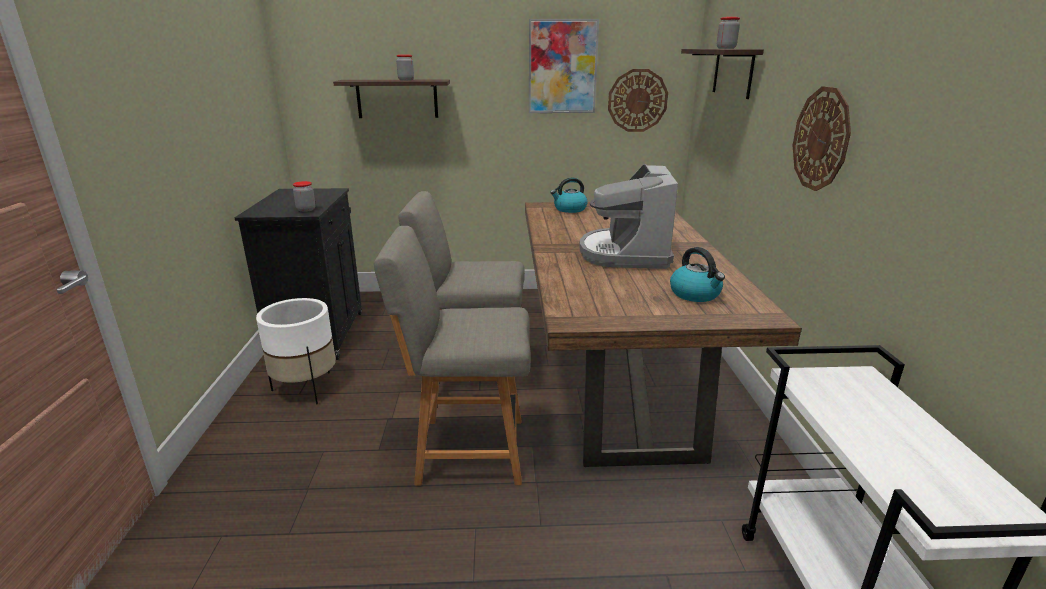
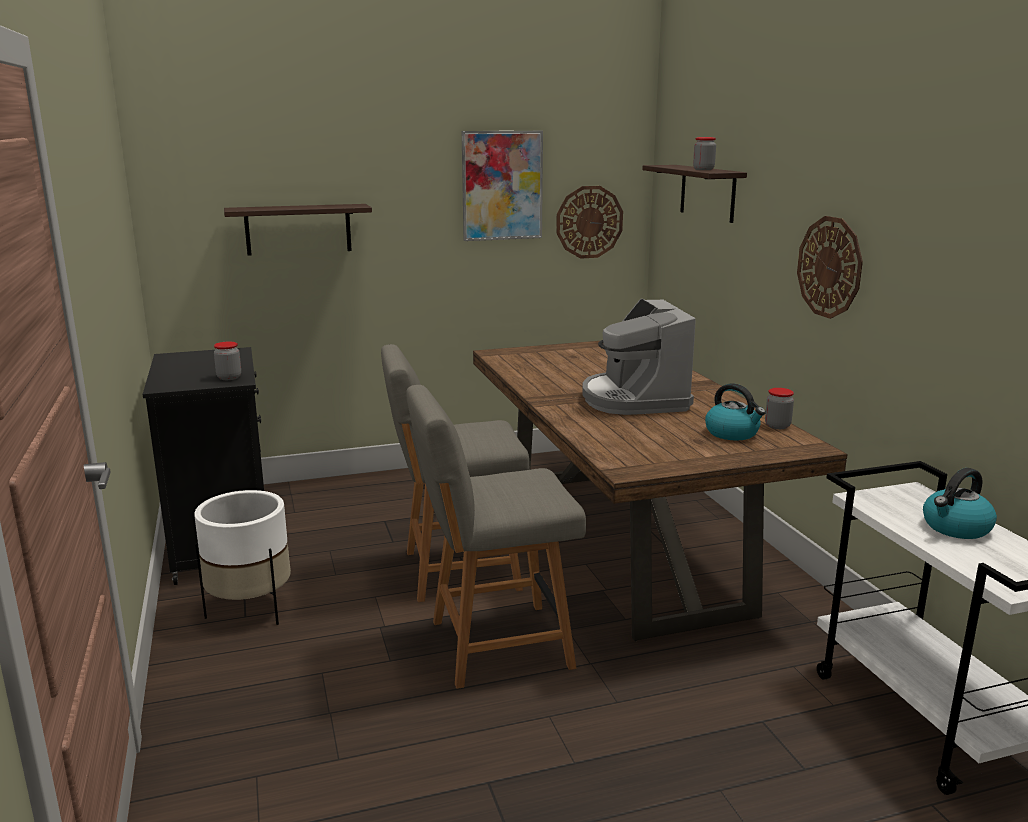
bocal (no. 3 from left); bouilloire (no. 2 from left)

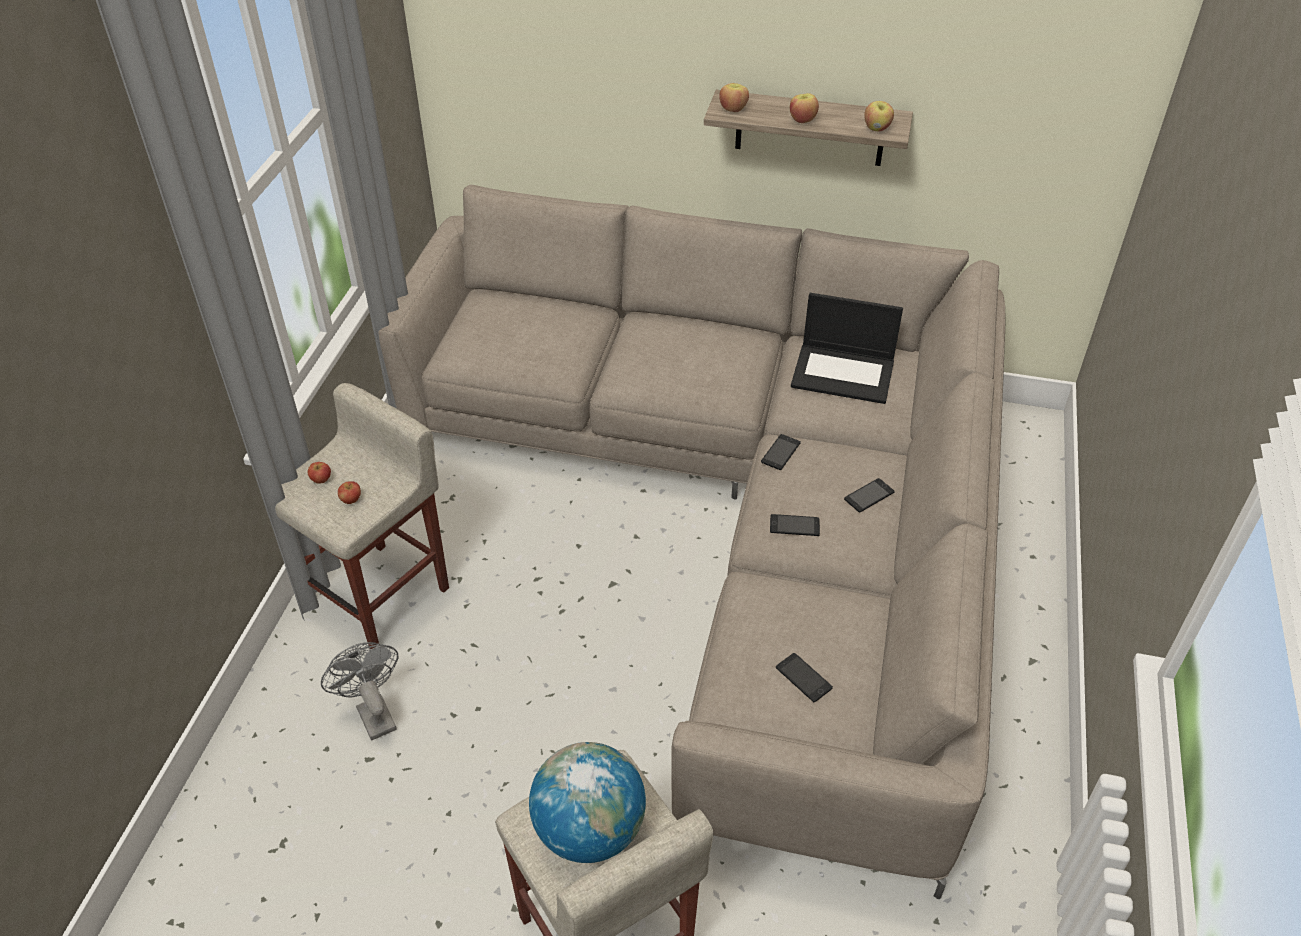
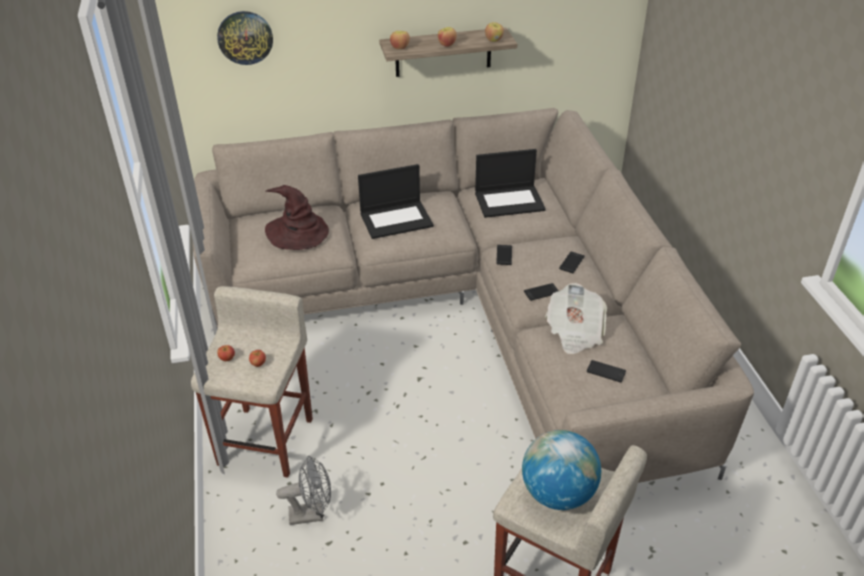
ventilateur [gris]; horloge murale; ordinateur portable (no. 1 from left); chapeau [marron]; journal

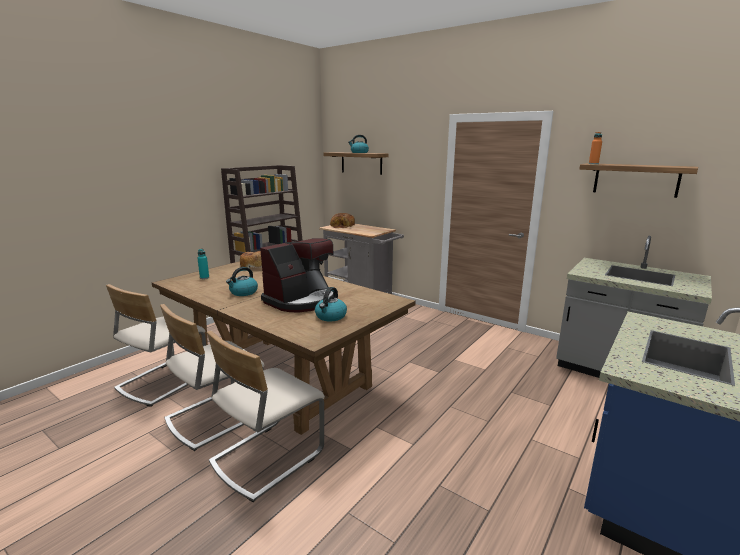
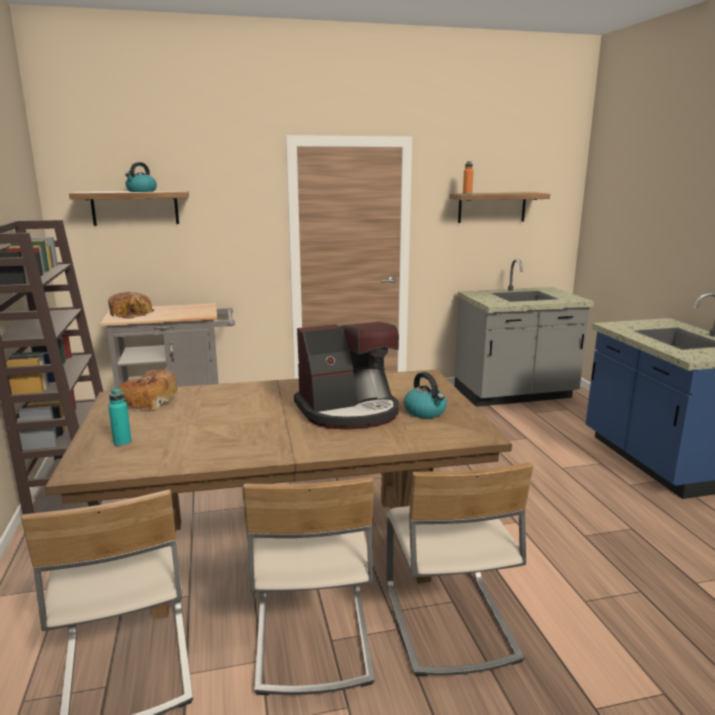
machine à café; bouilloire (no. 1 from left in the first image)

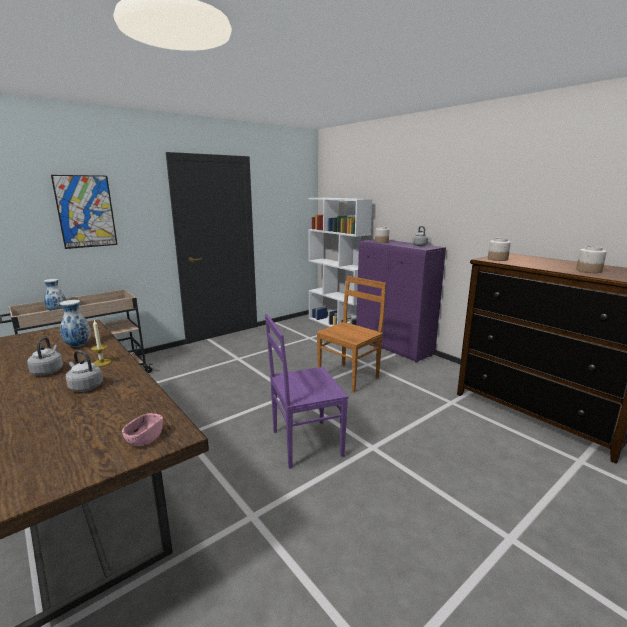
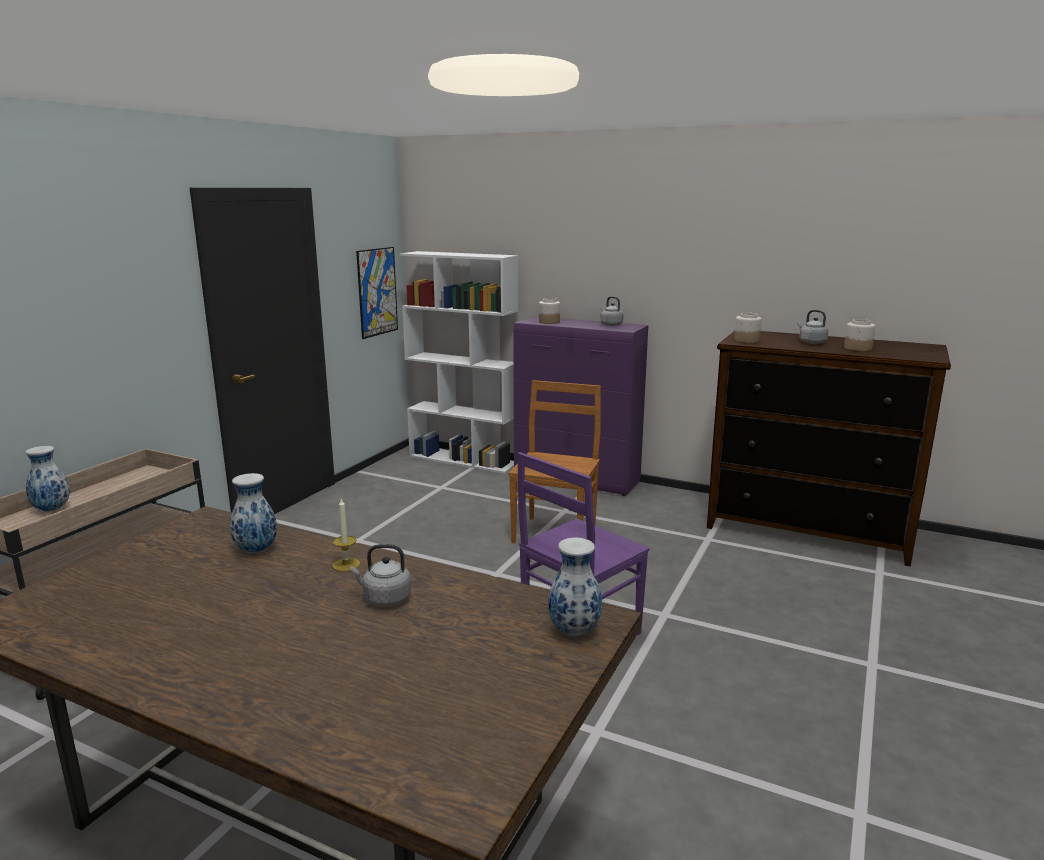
tableau; bouilloire [gris] (no. 3 from left); vase (no. 3 from left)

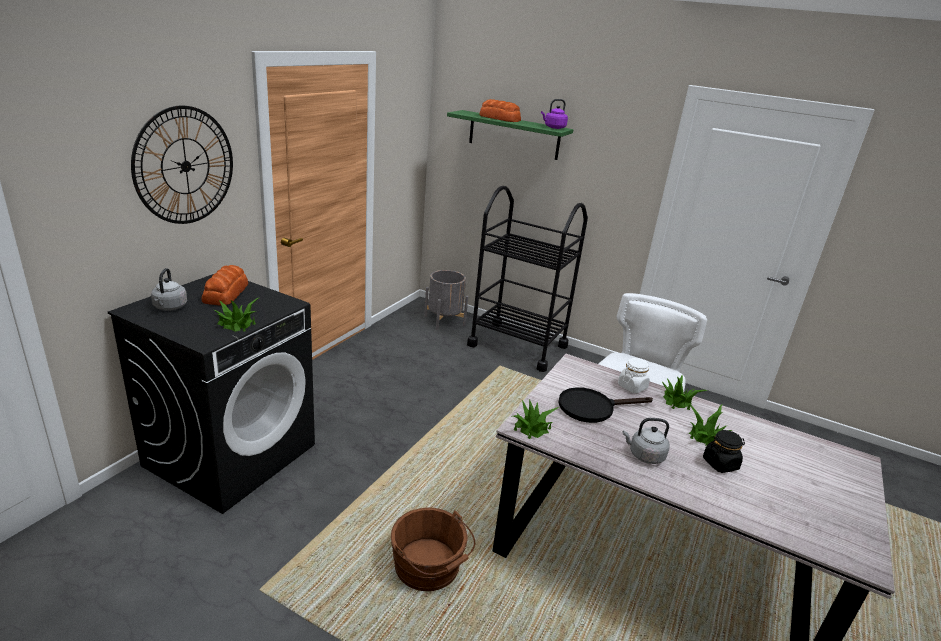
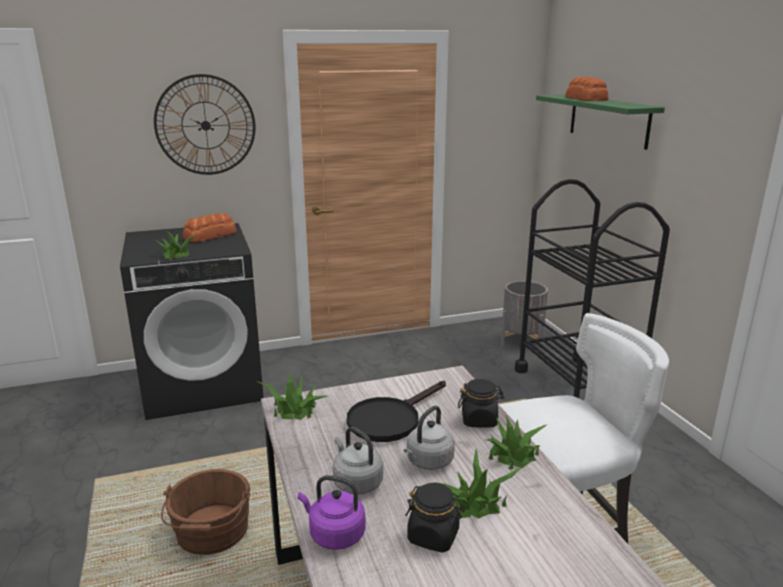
bouilloire [violet]; bouilloire [gris] (no. 2 from left); bocal [noir] (no. 2 from left); poêle [noir]

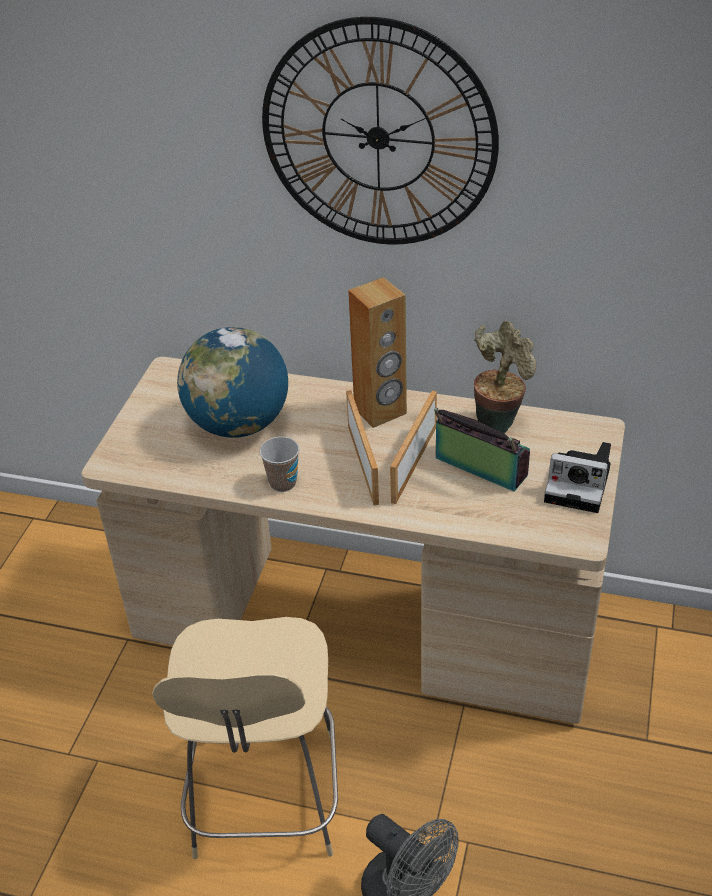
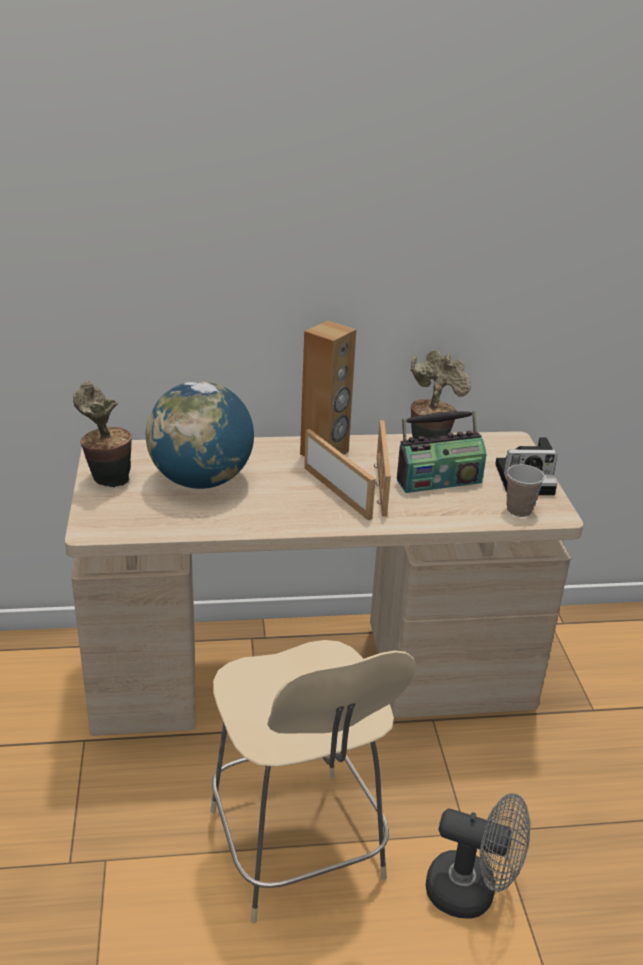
horloge murale; radio; tasse; plante en pot (no. 1 from left)

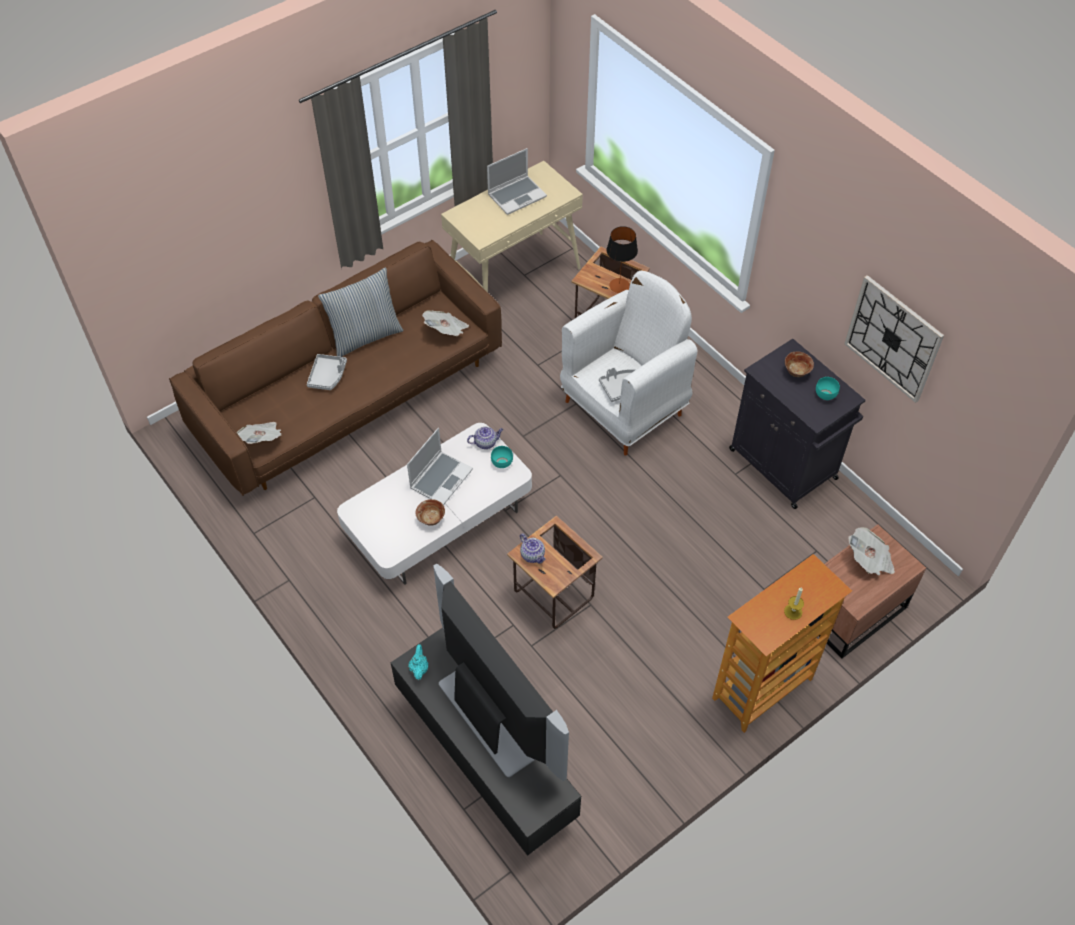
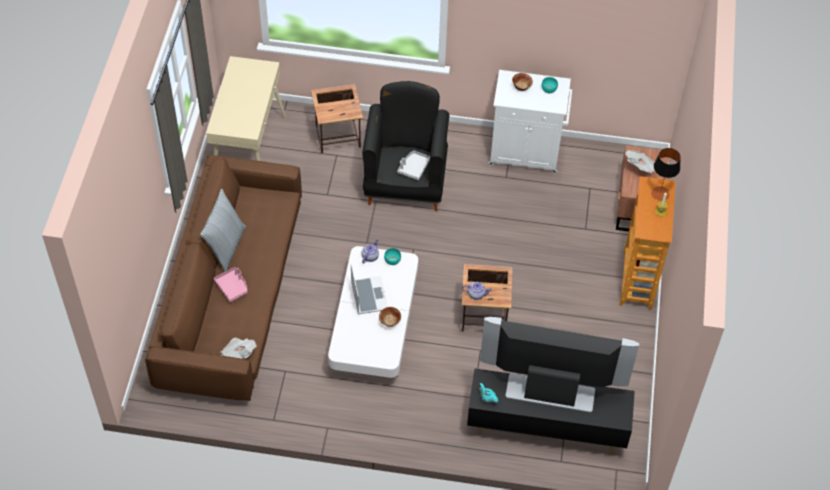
ordinateur portable (no. 2 from left in the first image); lampe de table; fauteuil [noir]; horloge murale; journal (no. 2 from left in the first image); meuble de rangement [blanc]; plateau [rose]

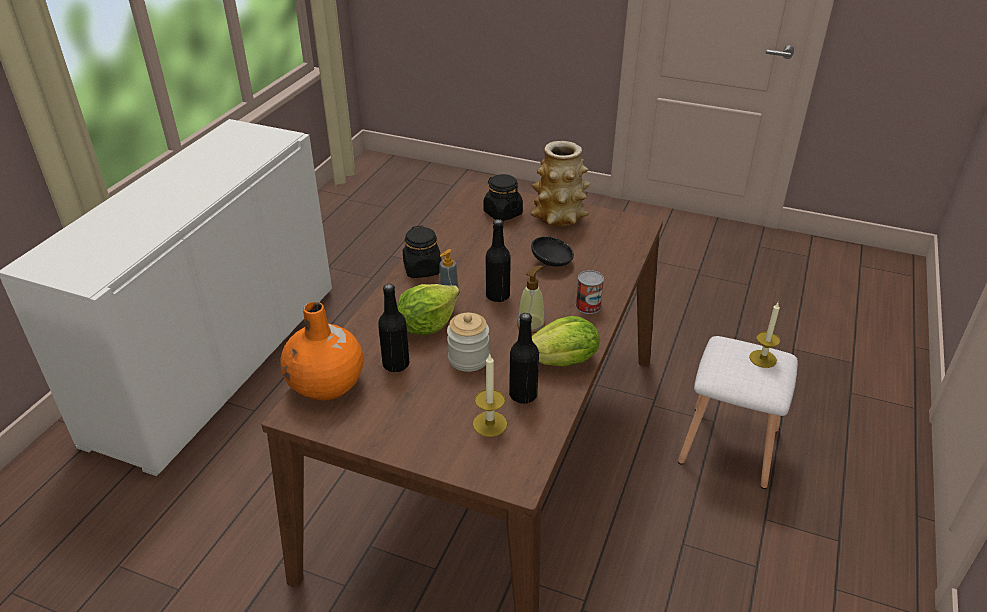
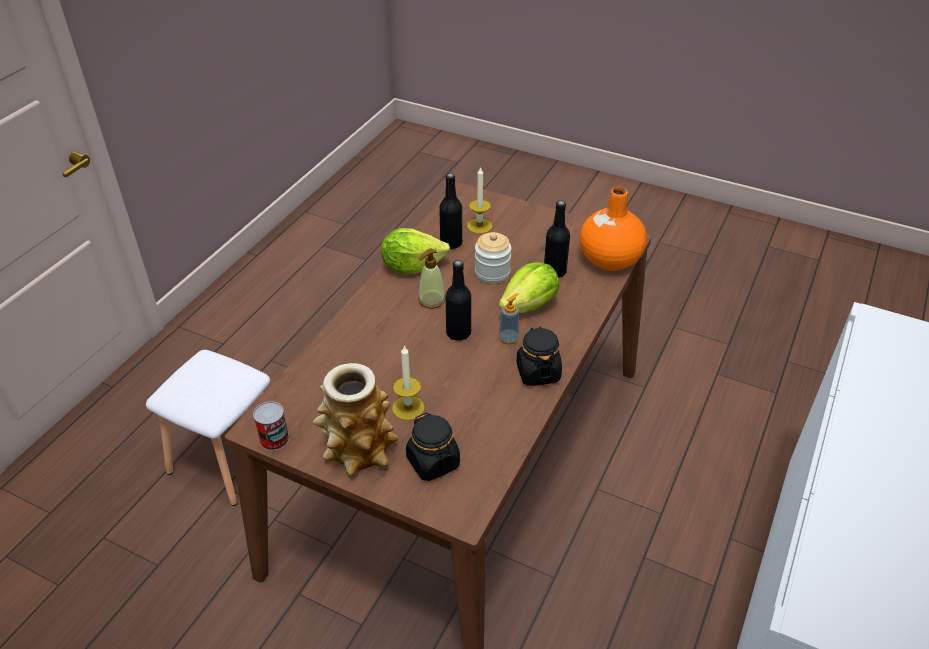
bol [noir]; boîte métallique; bougie (no. 1 from left)

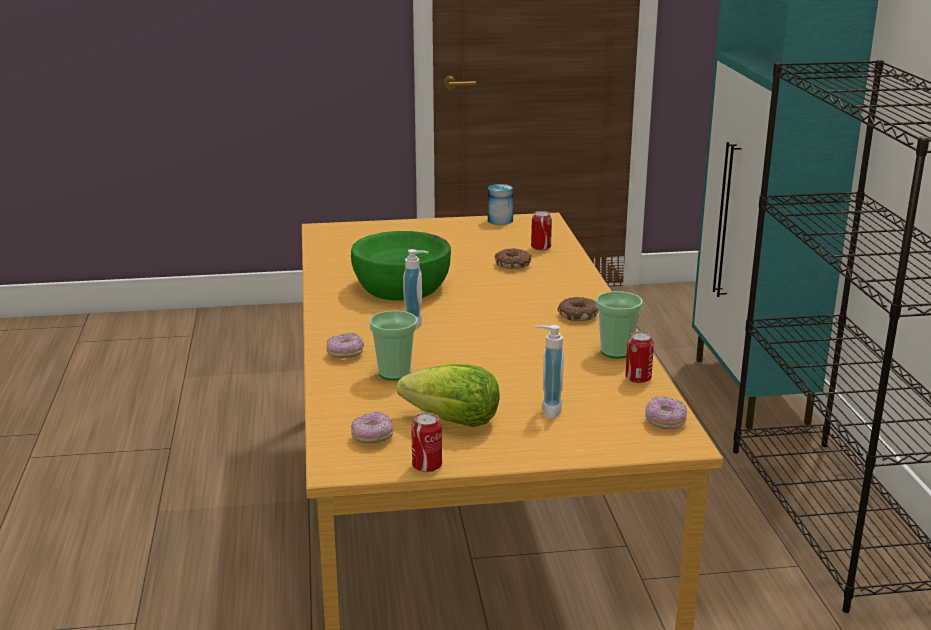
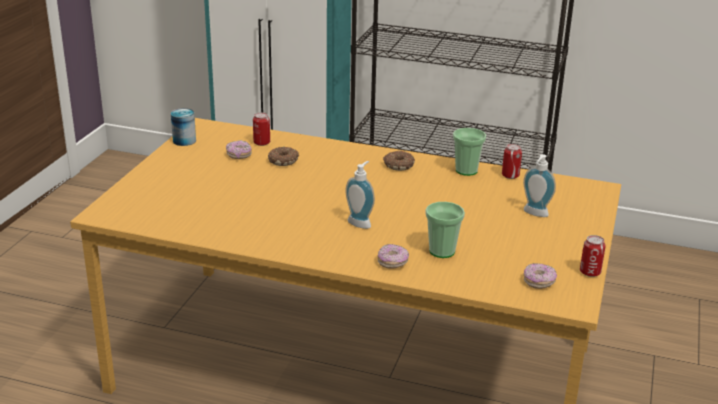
bol [vert]; laitue; beignet (no. 1 from left)

